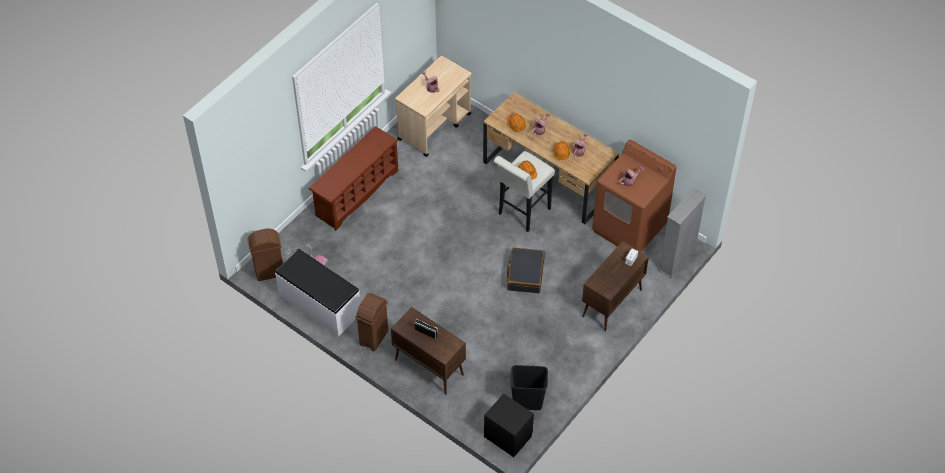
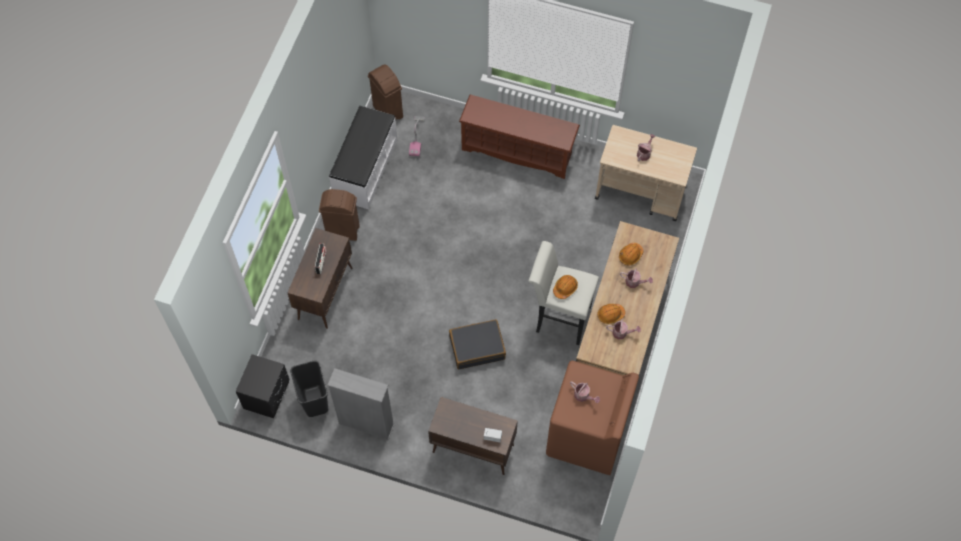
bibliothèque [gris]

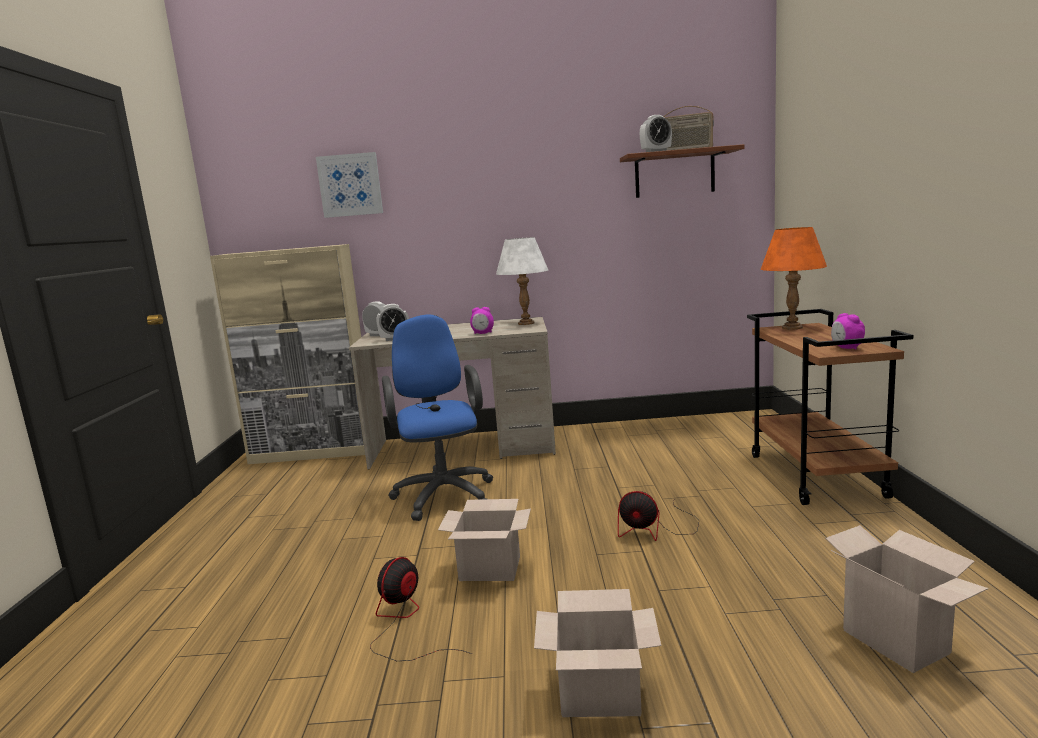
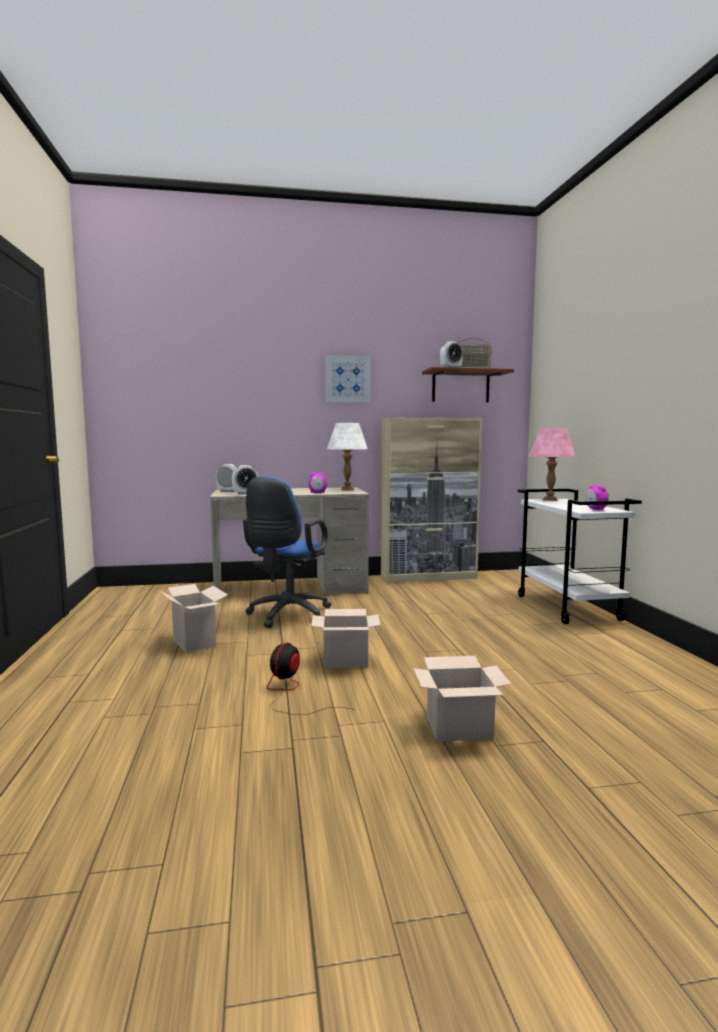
tableau; lampe de table [rose]; meuble de rangement [beige]; chariot [blanc]; chaise de bureau [bleu]; ventilateur (no. 2 from left in the first image); carton (no. 1 from left)

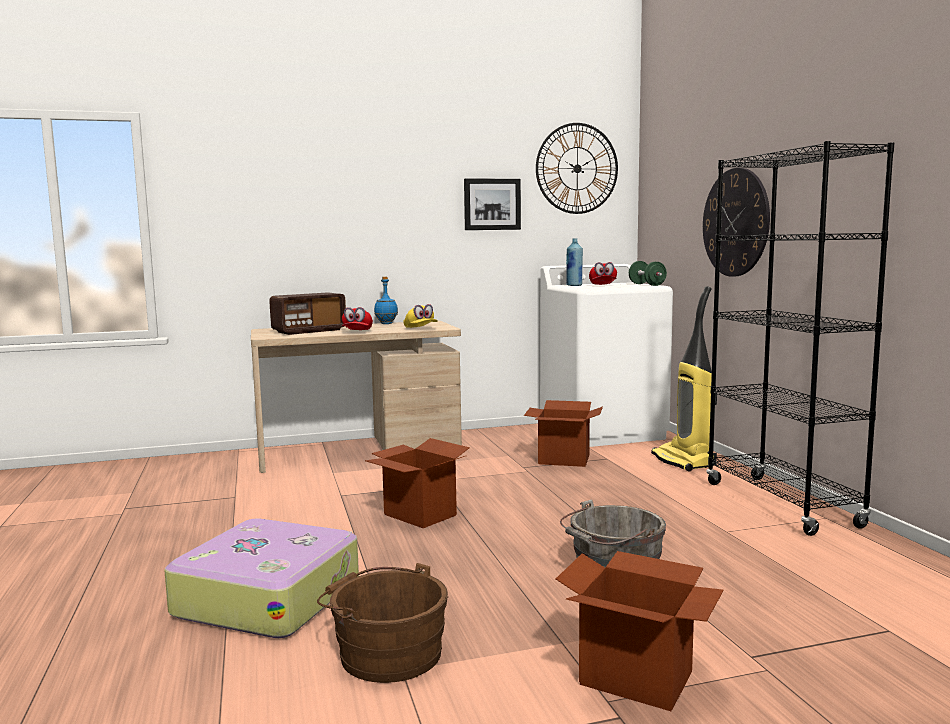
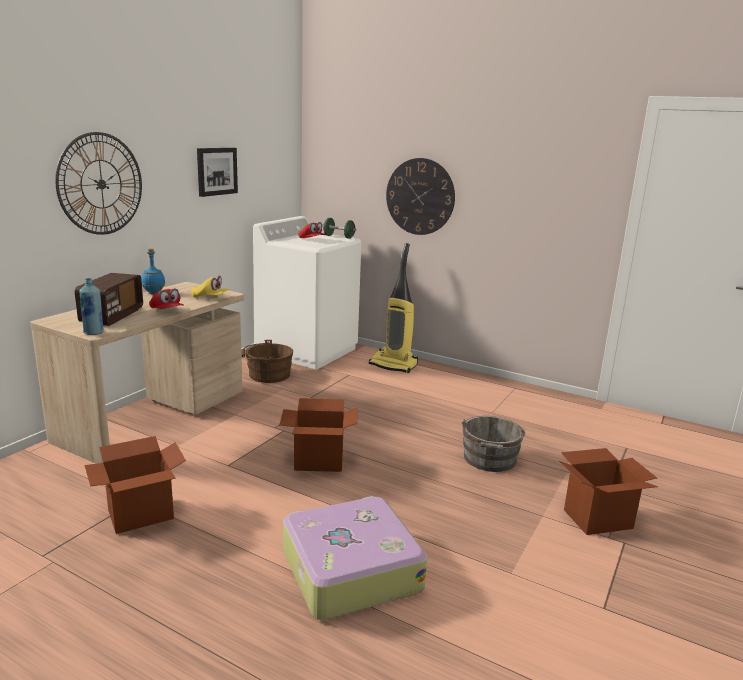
horloge murale (no. 1 from left); bibliothèque [noir]; bouteille [bleu] (no. 1 from left); carton (no. 1 from left); seau [marron]

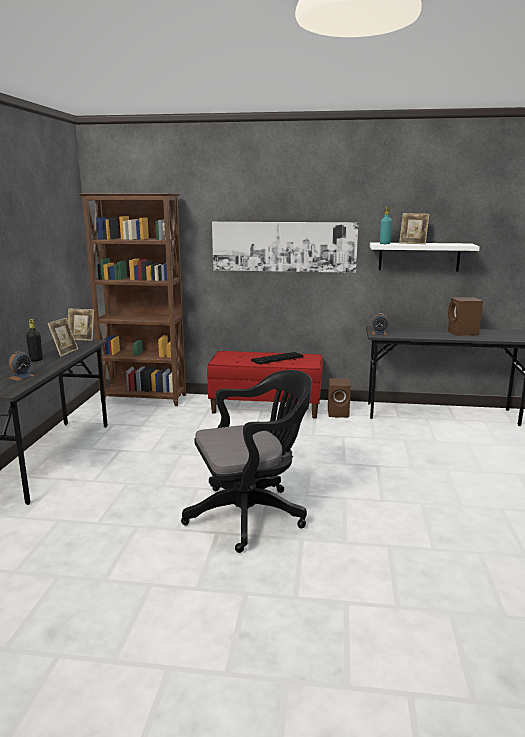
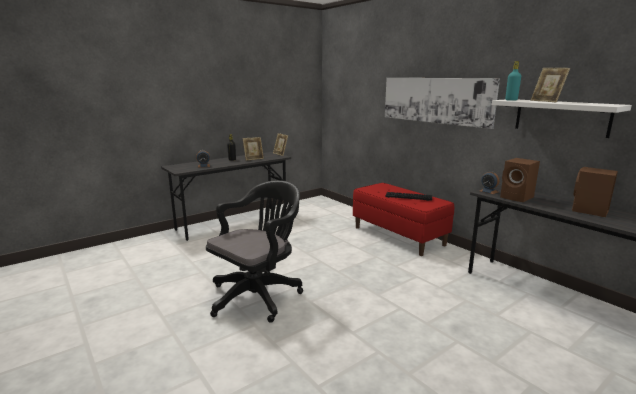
bibliothèque [marron]; chaise de bureau [noir]; enceinte [marron] (no. 1 from left)

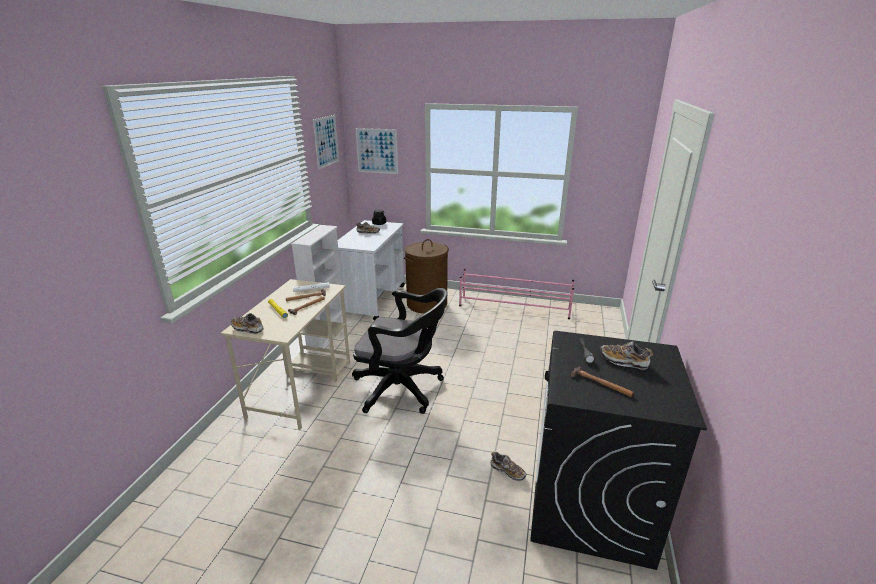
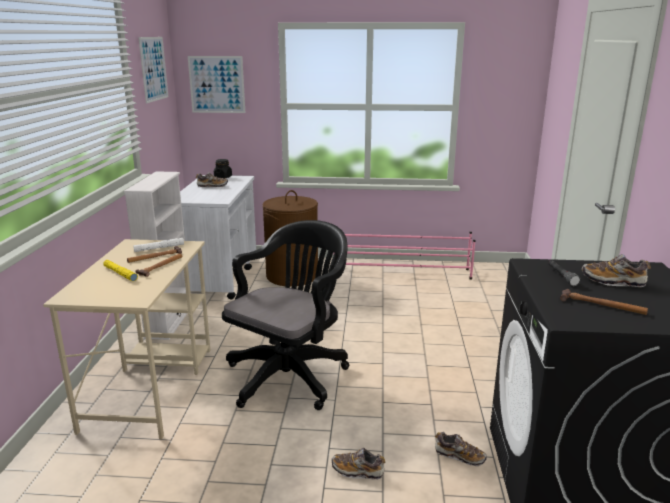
chaise de bureau [noir]; chaussure (no. 2 from left)

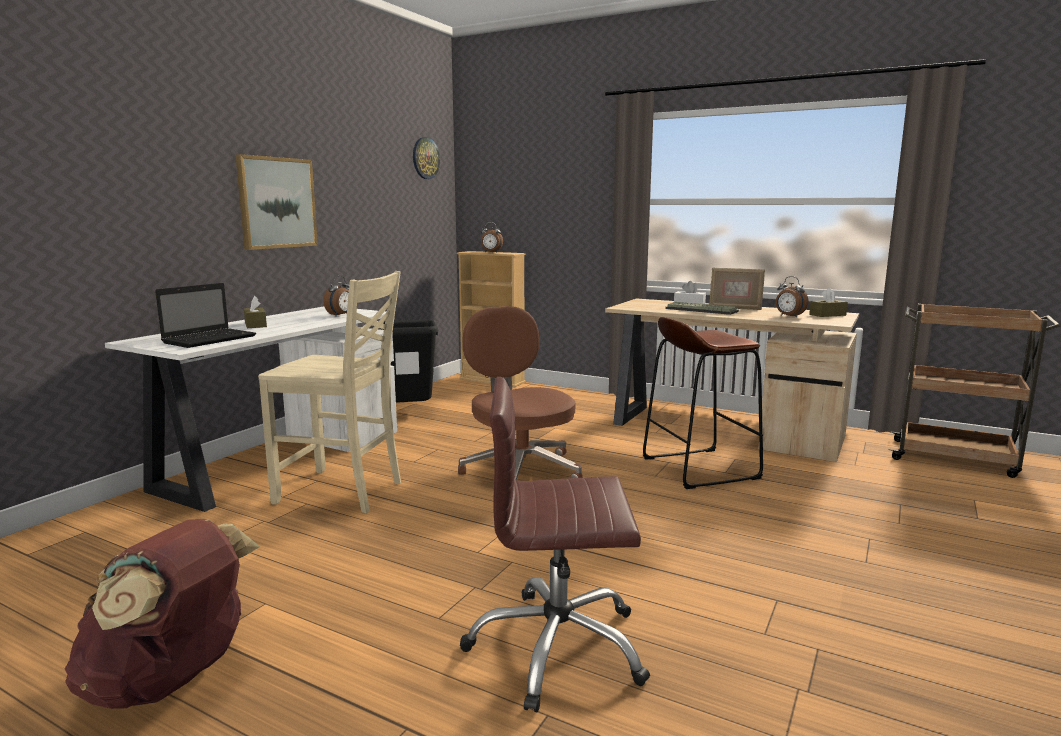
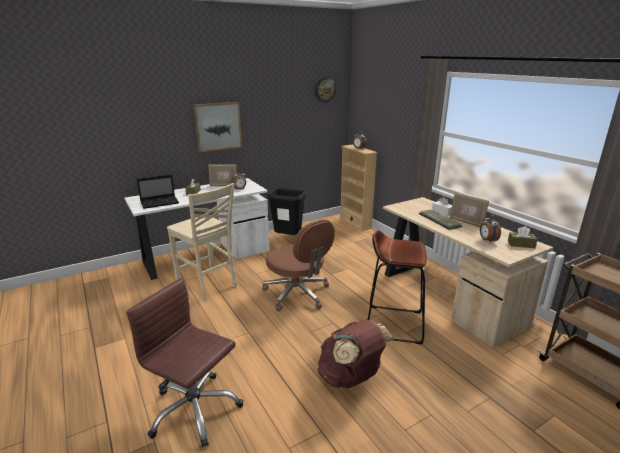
chaise de bureau [marron] (no. 2 from left); sac à dos [marron]; cadre photo (no. 1 from left)

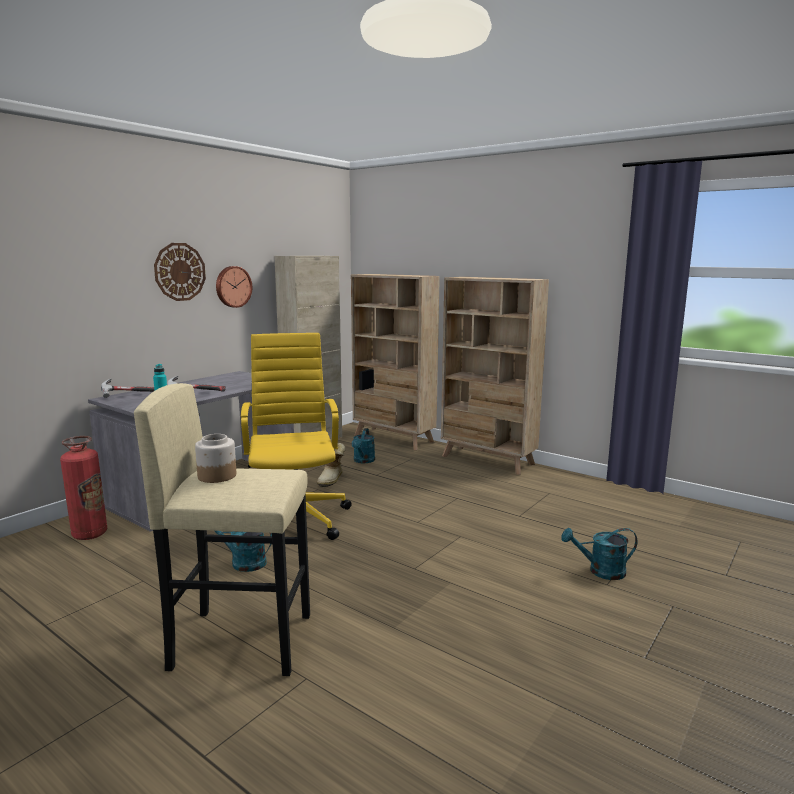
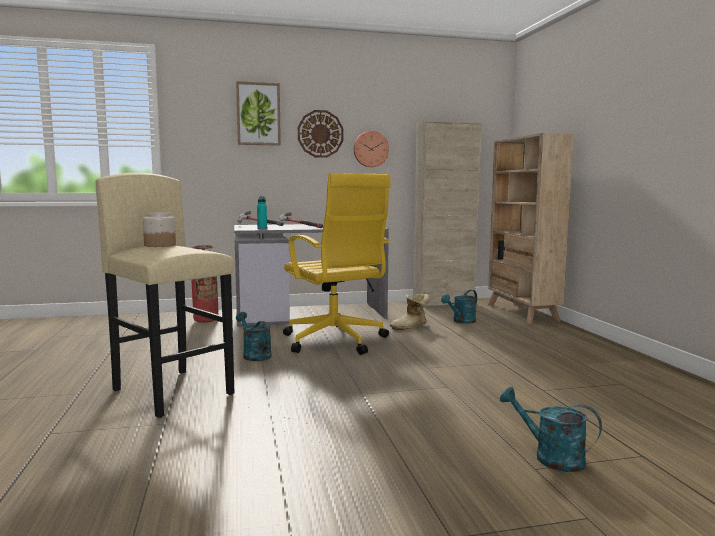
bibliothèque [beige] (no. 2 from left in the first image); chaise de bureau [jaune]; tableau

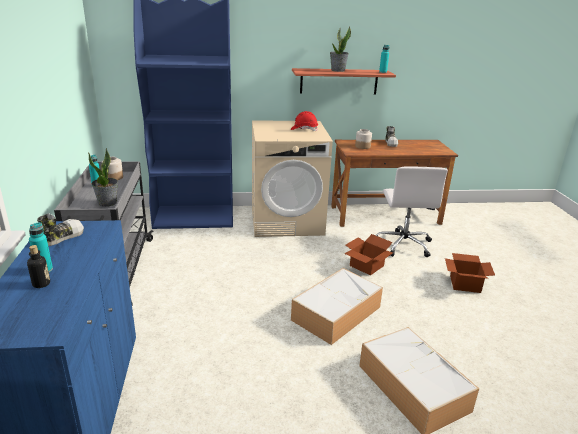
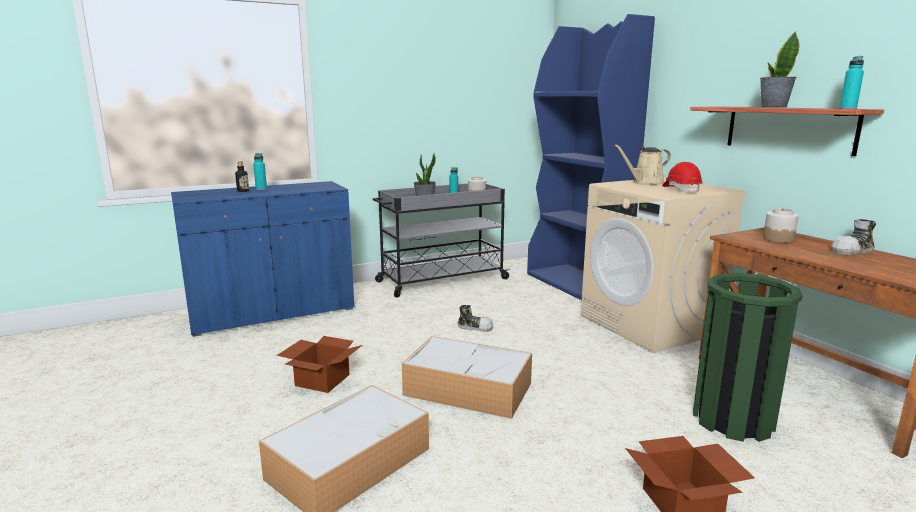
poubelle [vert]; chaussure (no. 1 from left); carton (no. 1 from left); arrosoir [beige]

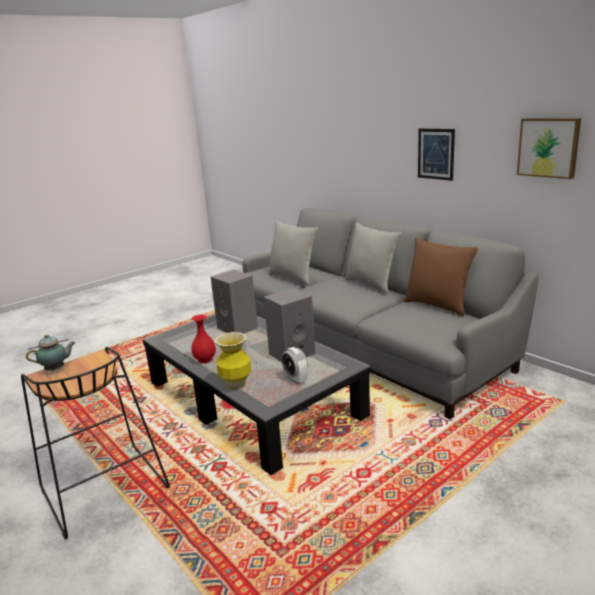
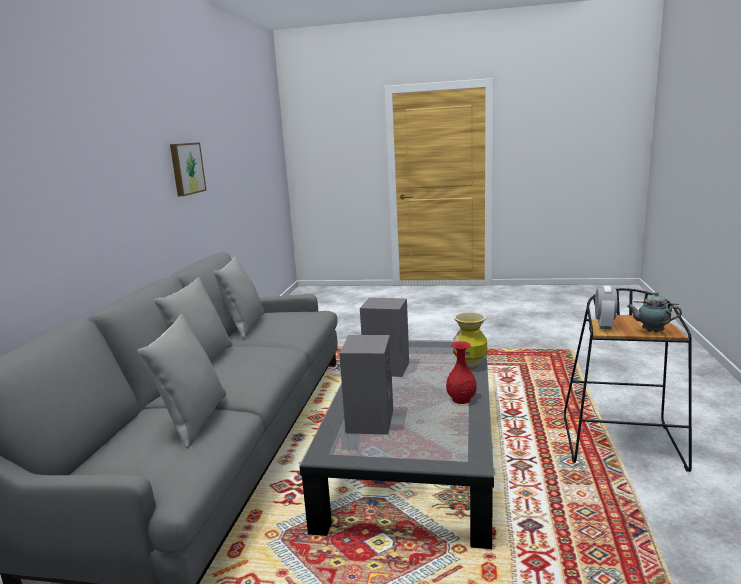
tableau (no. 1 from left in the first image); coussin [gris] (no. 3 from left); réveil

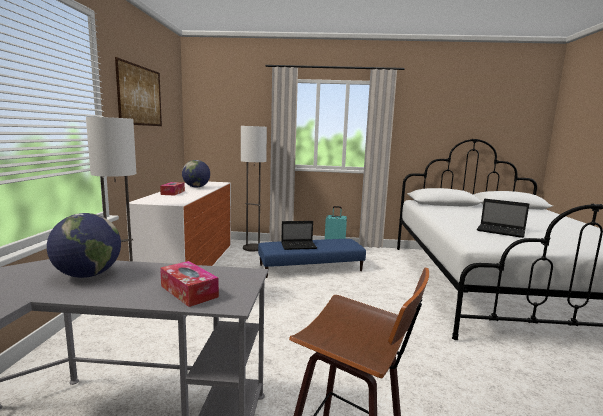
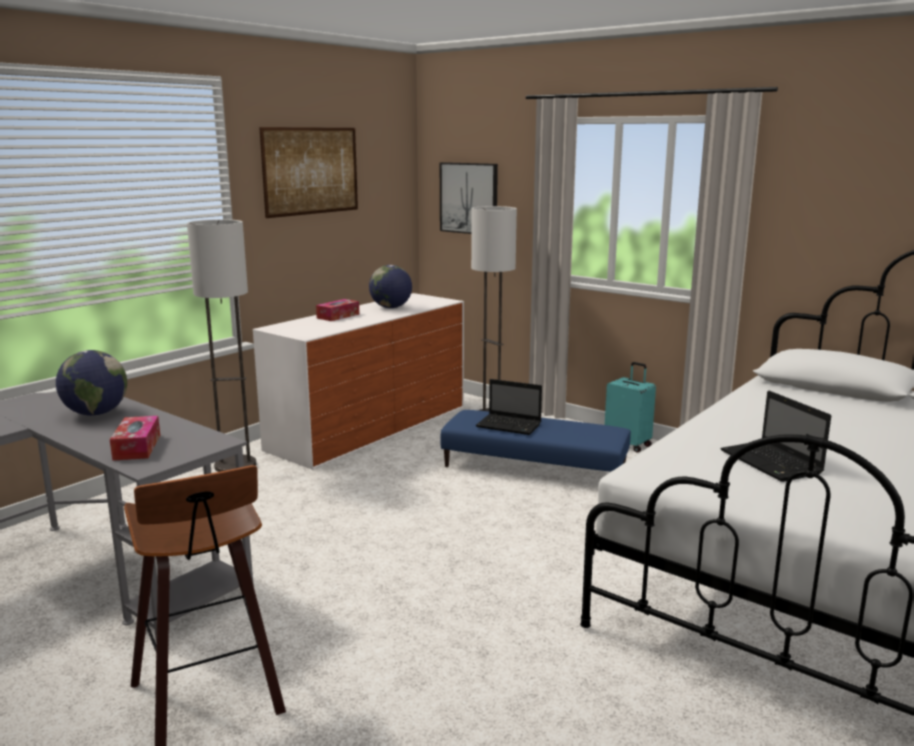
tableau (no. 2 from left)

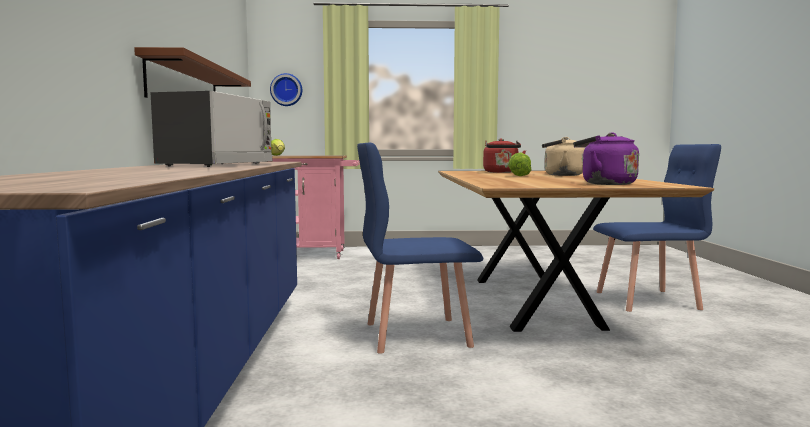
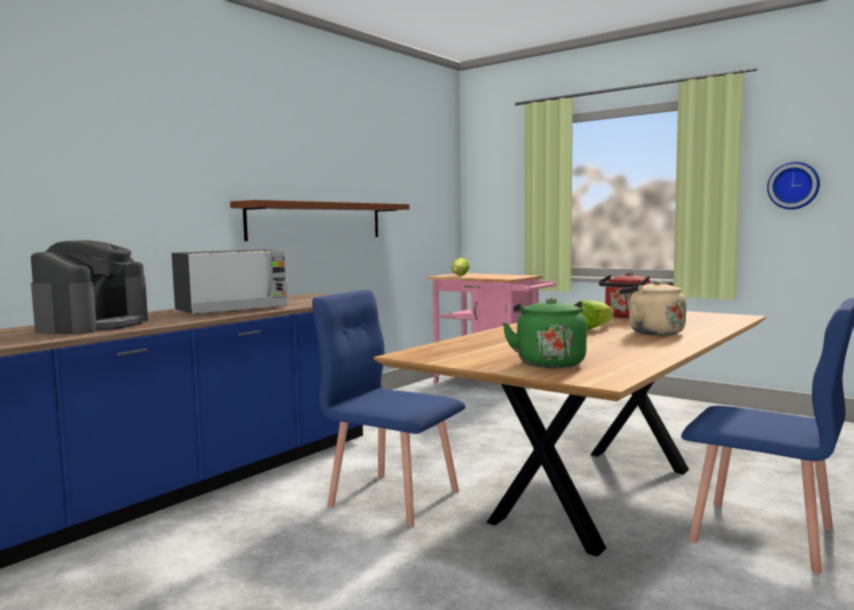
horloge murale; bouilloire [vert]; machine à café

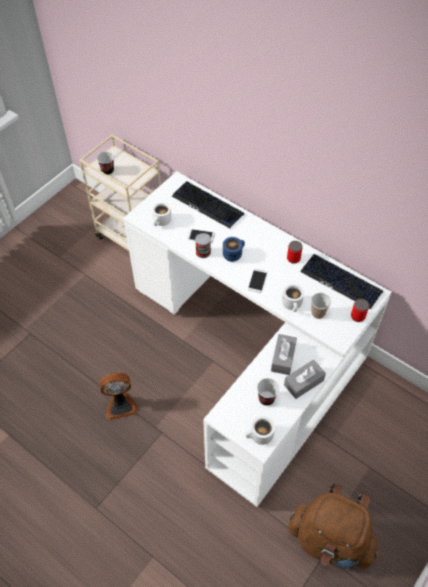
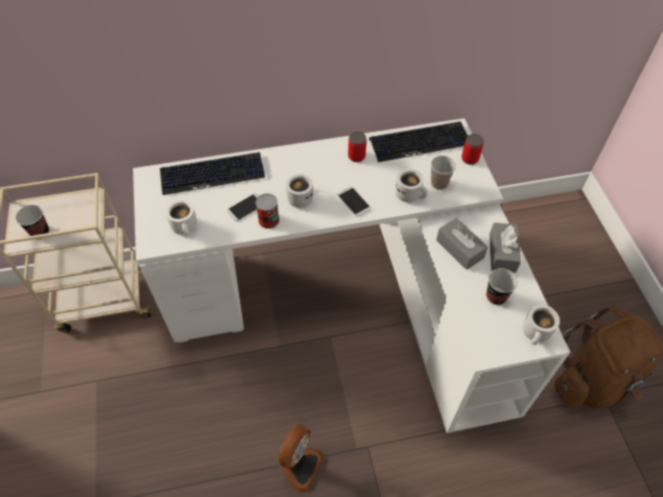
mug [blanc] (no. 2 from left)

